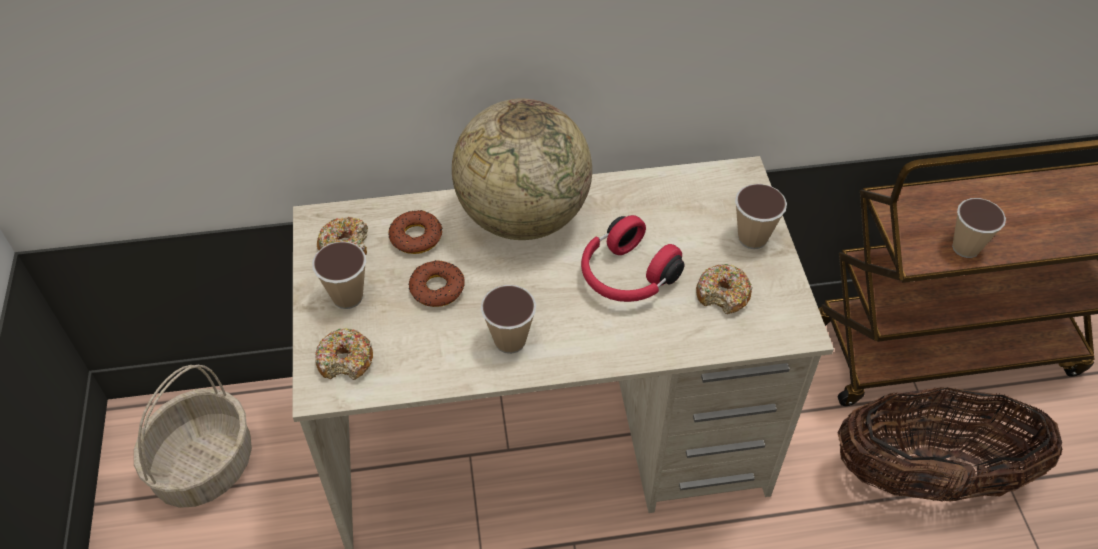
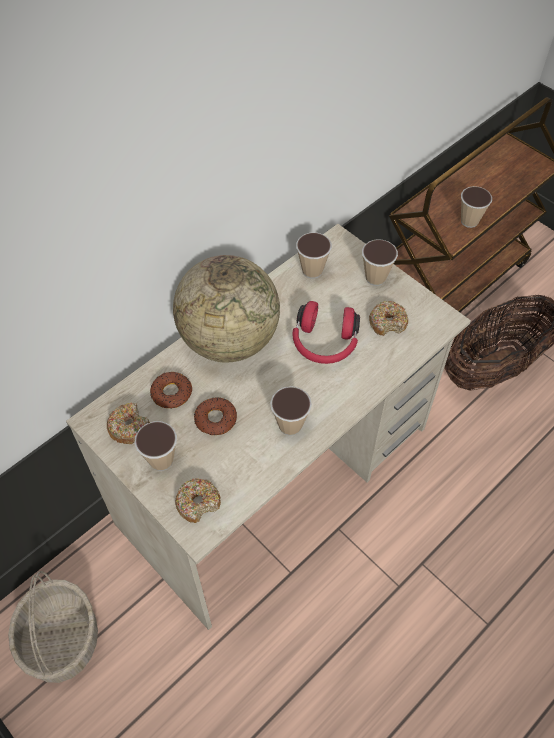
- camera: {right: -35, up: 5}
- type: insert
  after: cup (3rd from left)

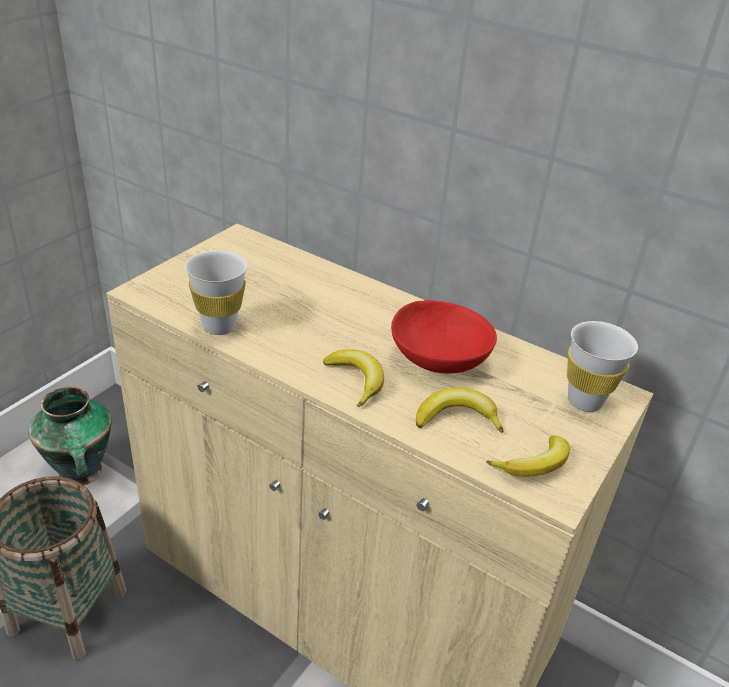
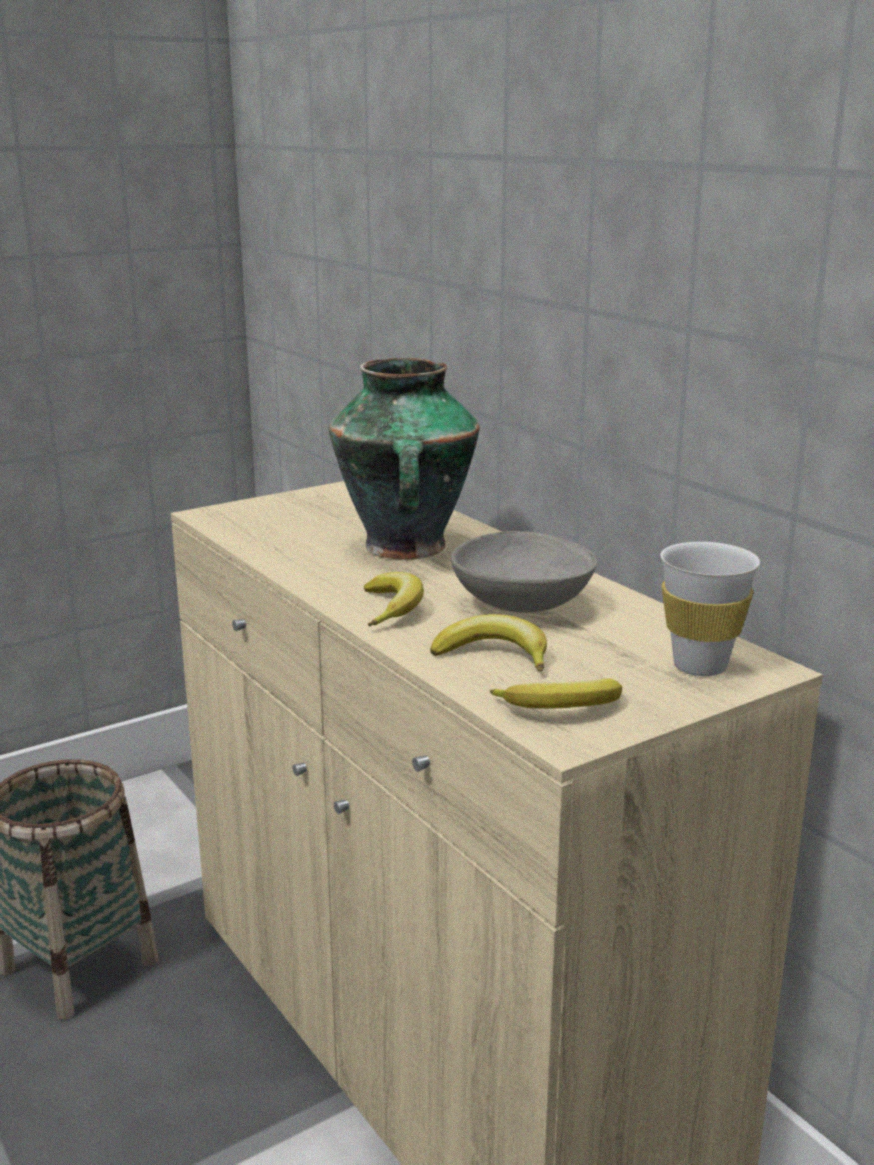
- camera: {right: 25, up: -15}
- type: move
  before: vase
- type: delete
  before: cup in white (1st from left)
- type: recolor
  before: bowl in red
  after: bowl in grey

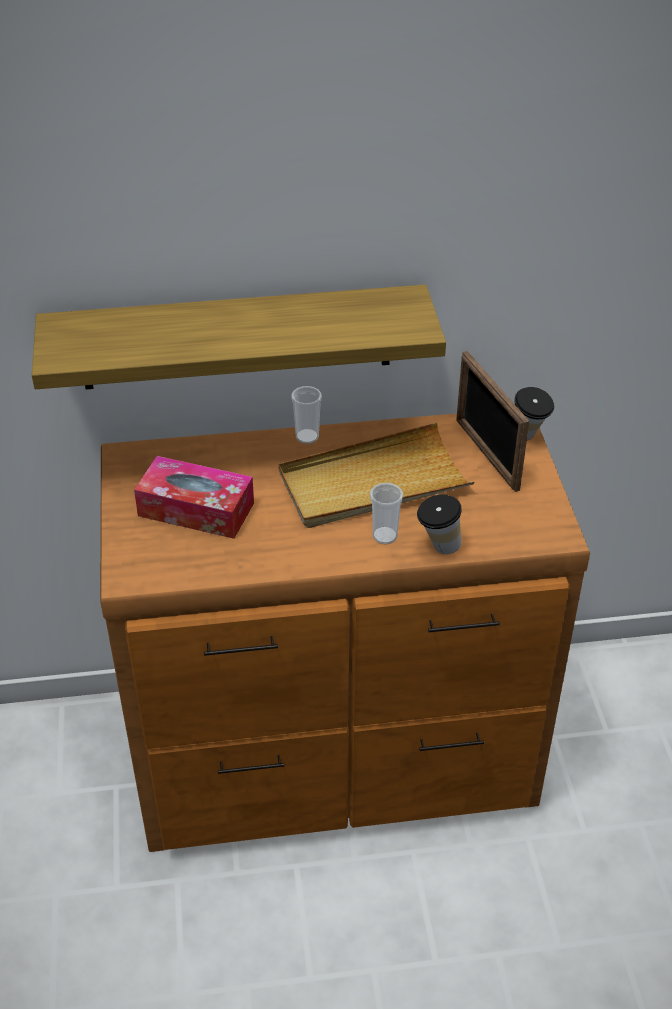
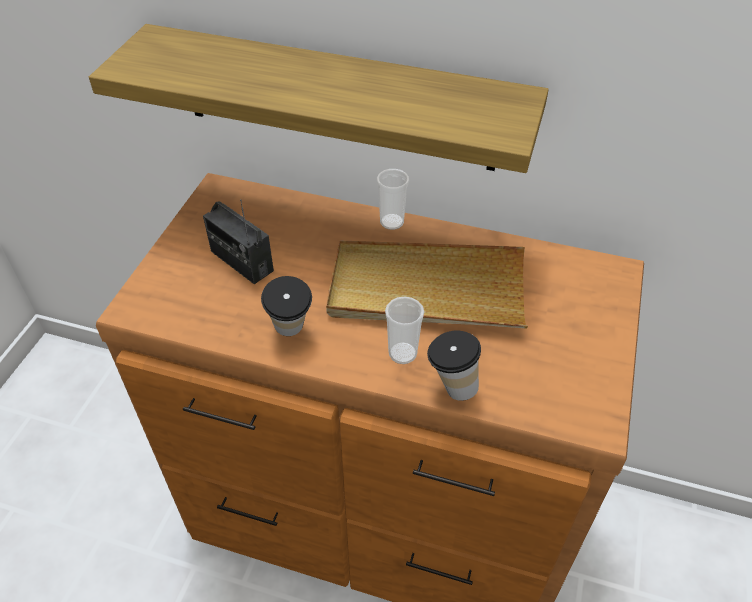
- camera: {right: 25, up: 5}
- type: replace
  before: tissue box
  after: radio
- type: delete
  before: picture frame
- type: move
  before: cup (4th from left in the first image)
  after: cup (1st from left)

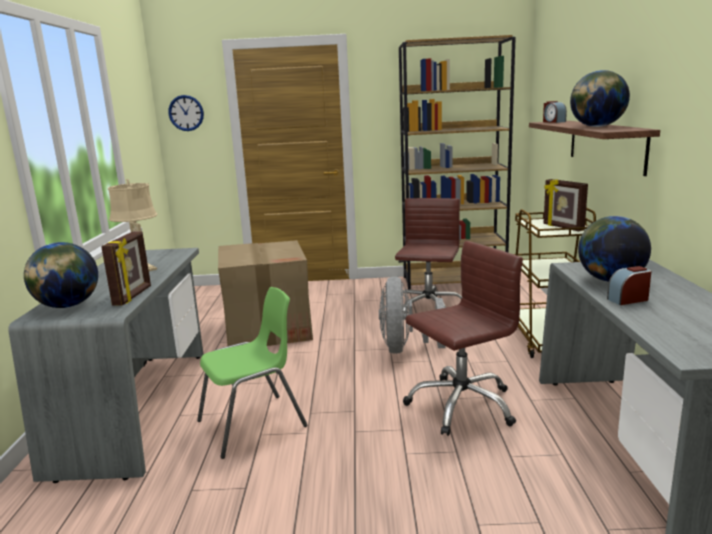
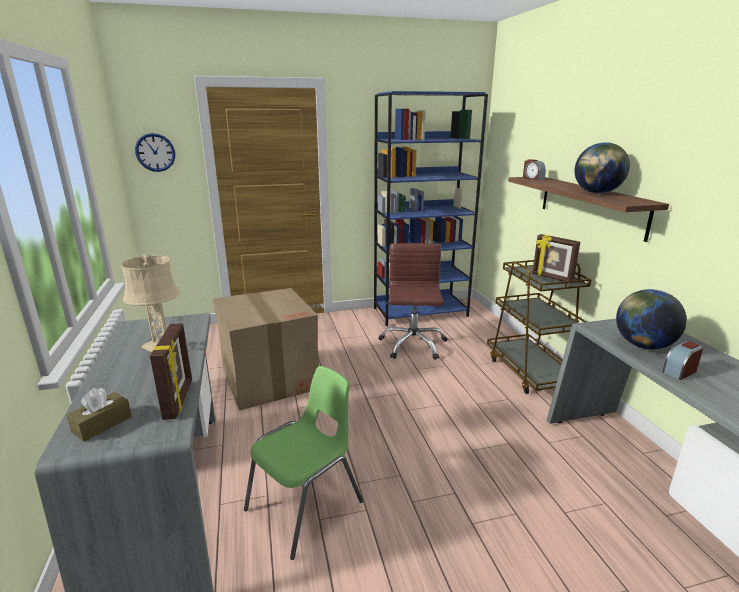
- camera: {right: -15, up: 5}
- type: replace
  before: globe (1st from left)
  after: tissue box in brown
- type: delete
  before: fan in grey
- type: recolor
  before: bookcase in brown
  after: bookcase in blue
- type: delete
  before: office chair in brown (2nd from left)

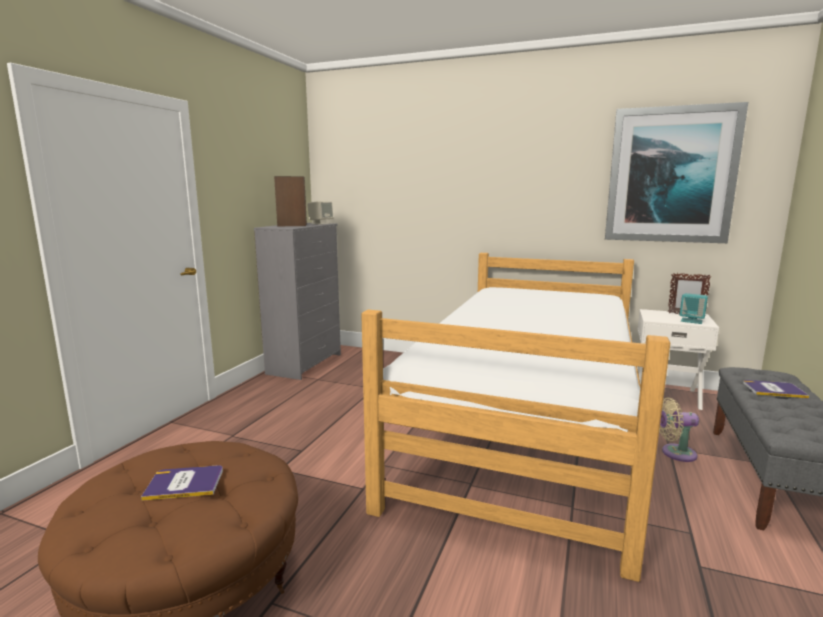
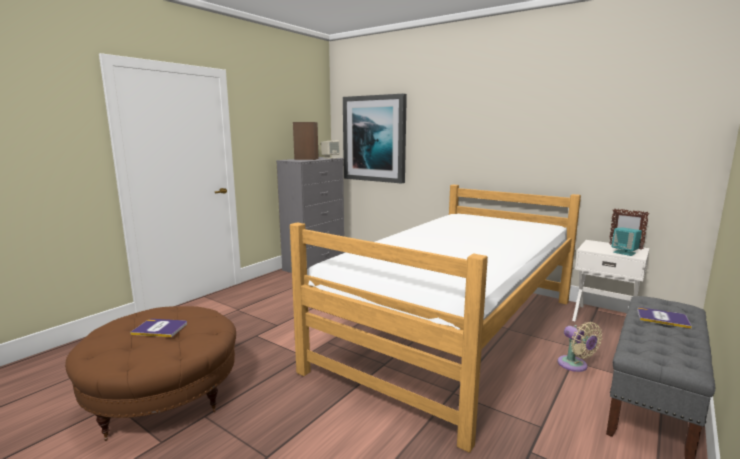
- camera: {right: 15, up: 0}
- type: move
  before: picture
- type: rotate
  before: fan in beige
  turn: -135

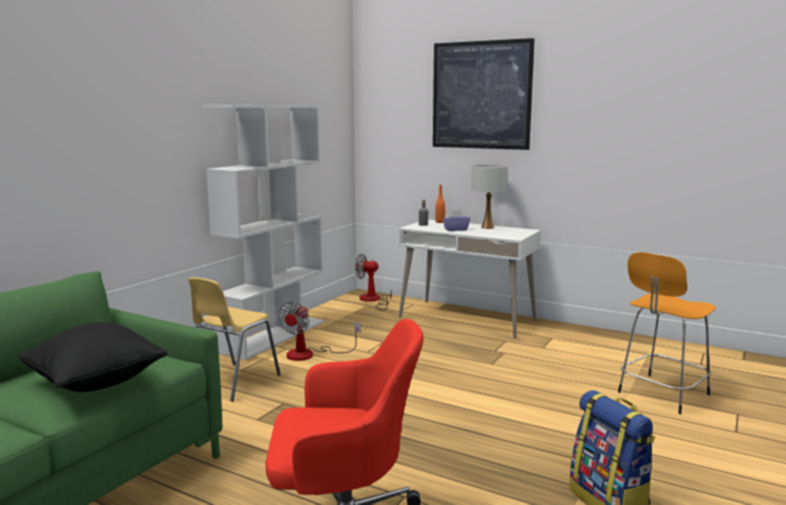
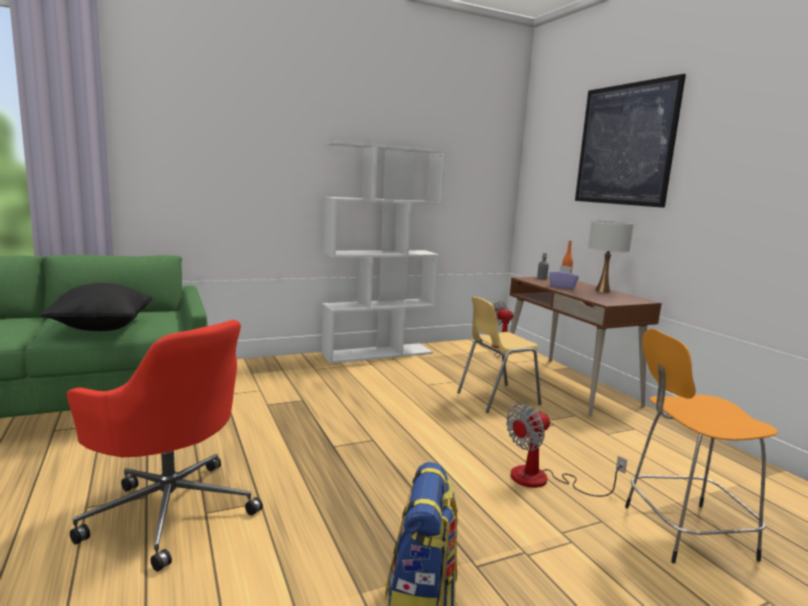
- camera: {right: 35, up: 0}
- type: move
  before: chair in yellow
- type: move
  before: fan (1st from left in the first image)
  after: fan (2nd from left)
- type: recolor
  before: desk in white
  after: desk in brown

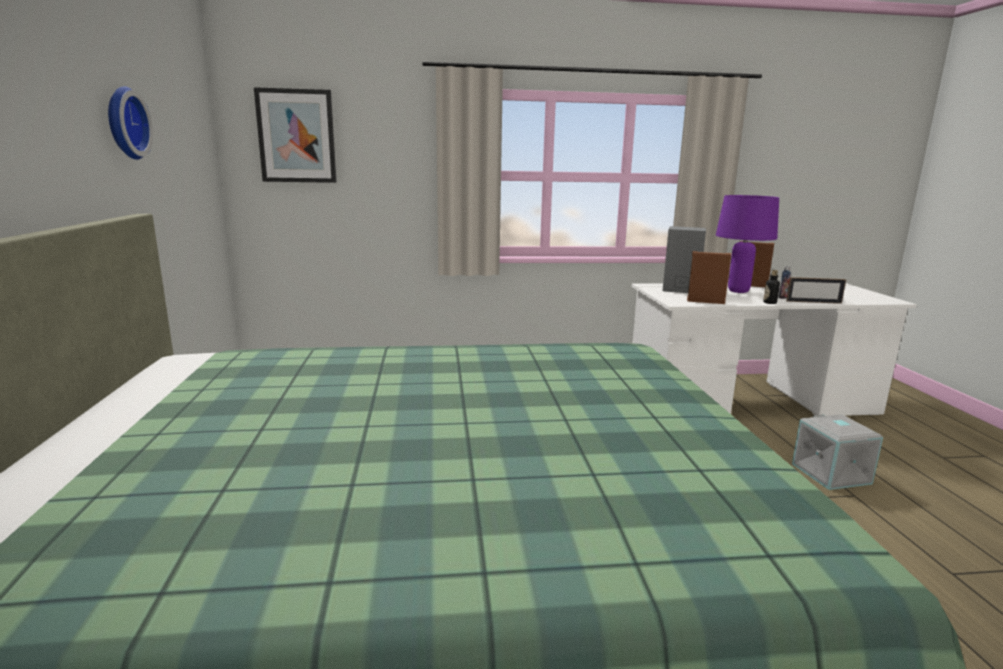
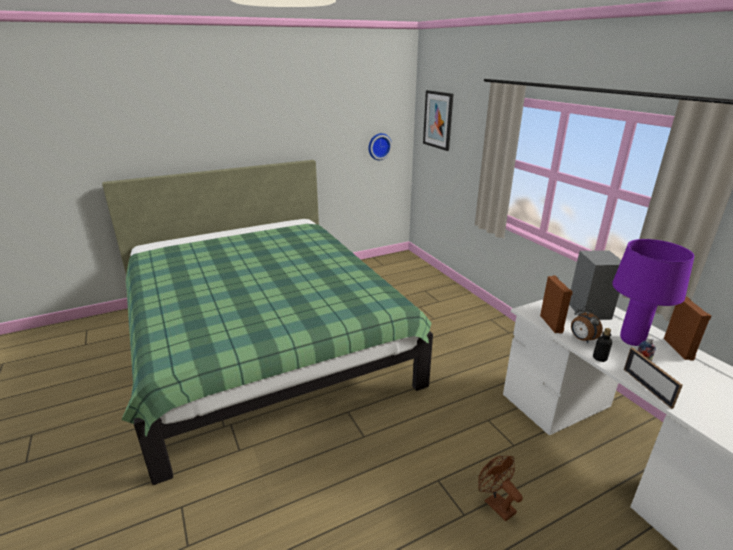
- camera: {right: 70, up: 10}
- type: move
  before: wall clock
- type: replace
  before: storage box in grey
  after: fan in brown
- type: insert
  after: alarm clock

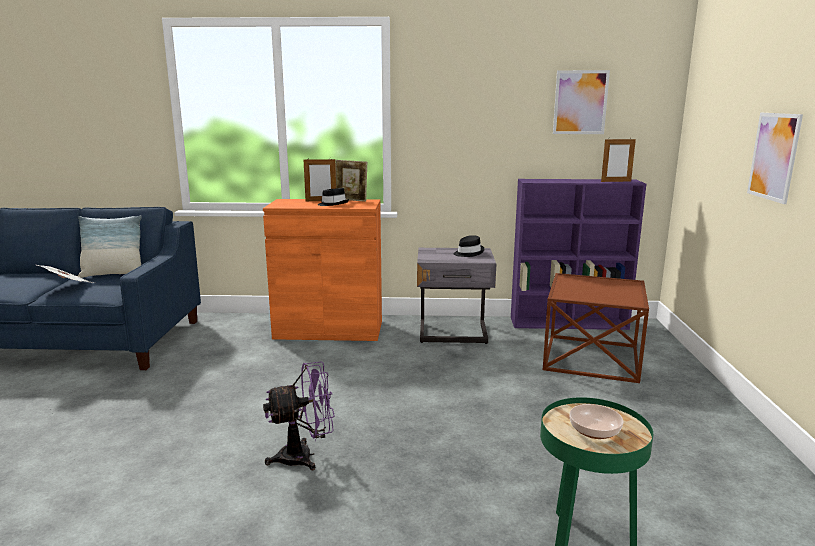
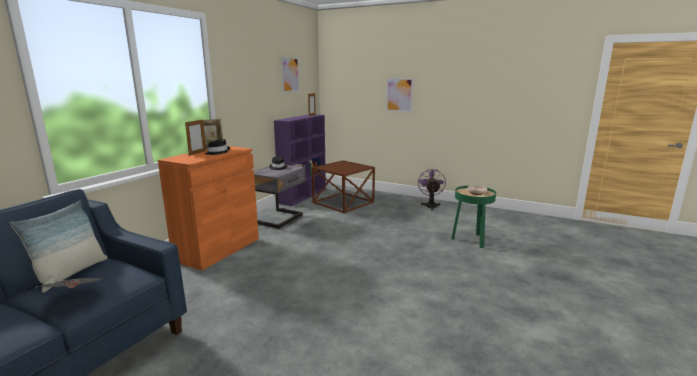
- camera: {right: -65, up: 0}
- type: move
  before: fan in purple

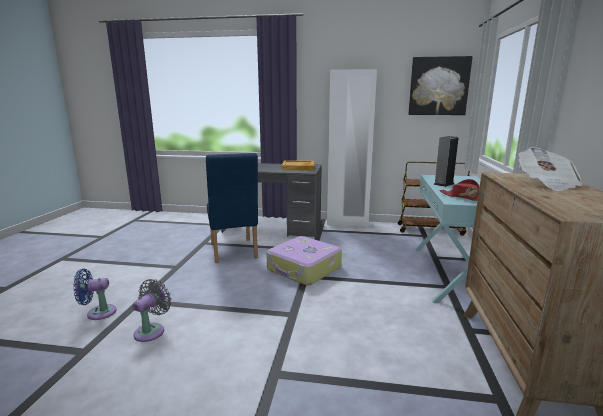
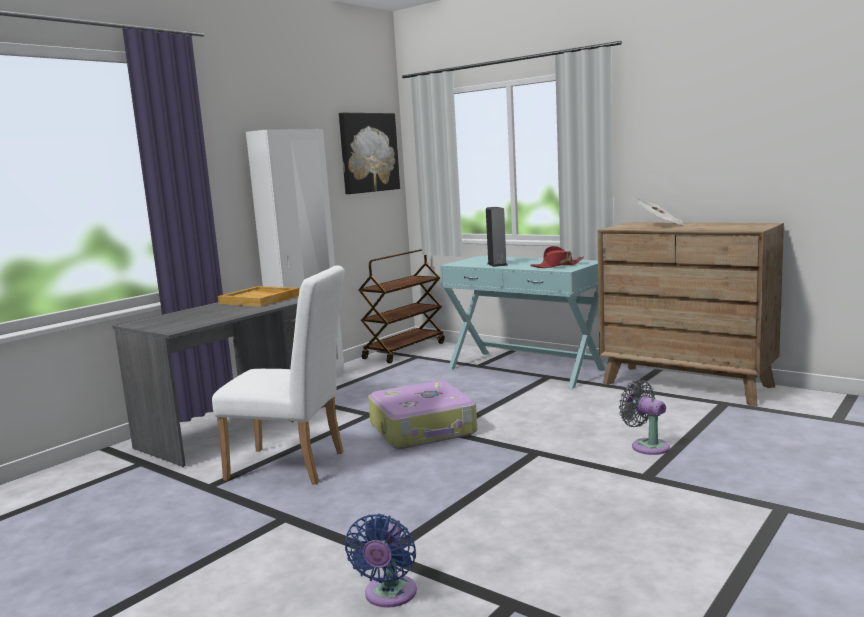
- camera: {right: -60, up: -5}
- type: move
  before: fan in grey
- type: recolor
  before: chair in blue
  after: chair in white

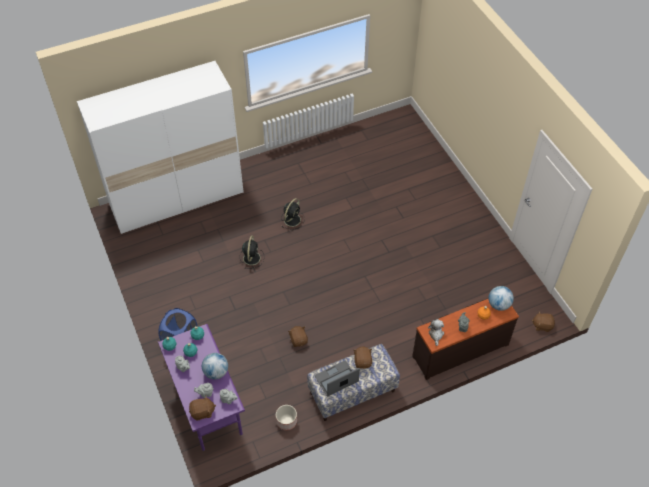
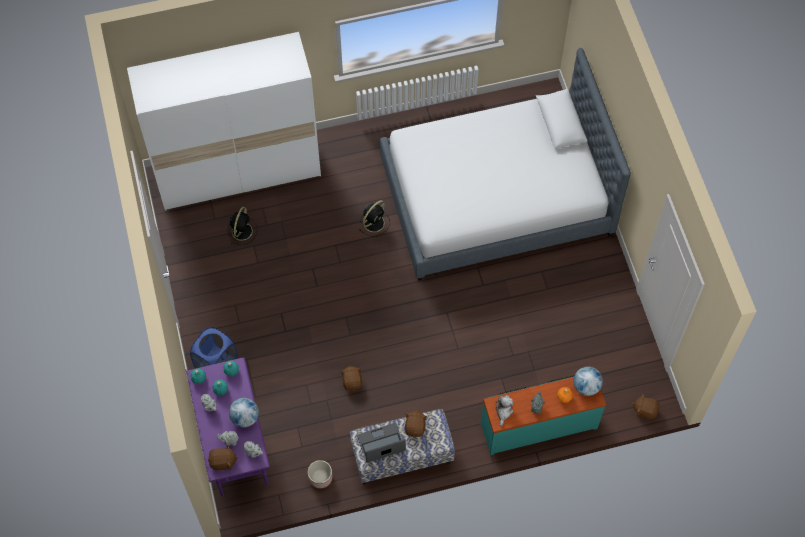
- camera: {right: 10, up: 10}
- type: move
  before: fan in black (1st from left)
- type: recolor
  before: dresser in brown
  after: dresser in turquoise
- type: insert
  after: bed

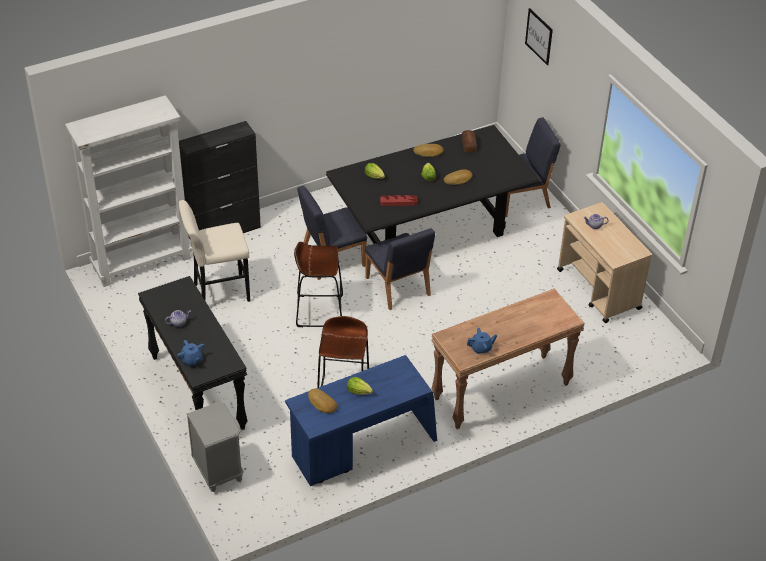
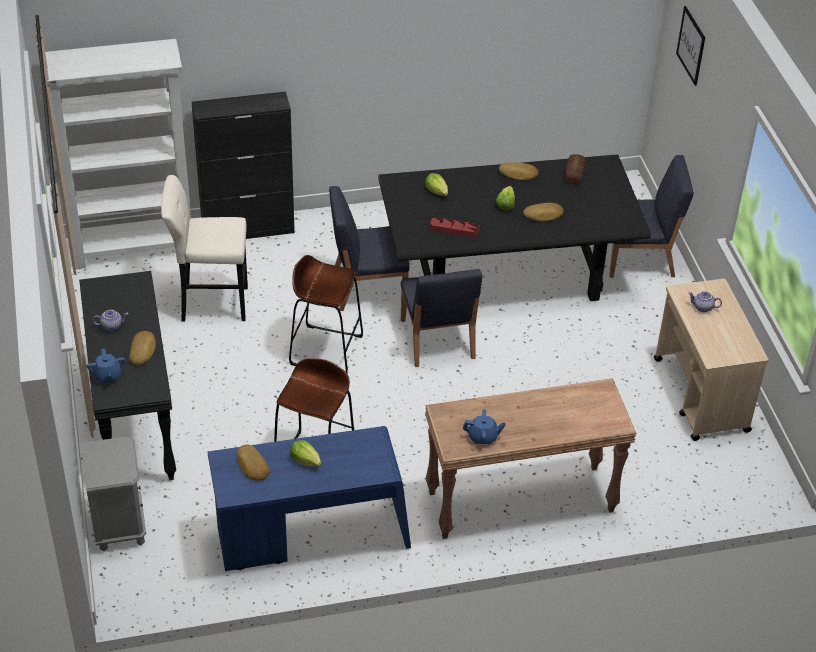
- camera: {right: 15, up: 0}
- type: insert
  after: bread (1st from left)

